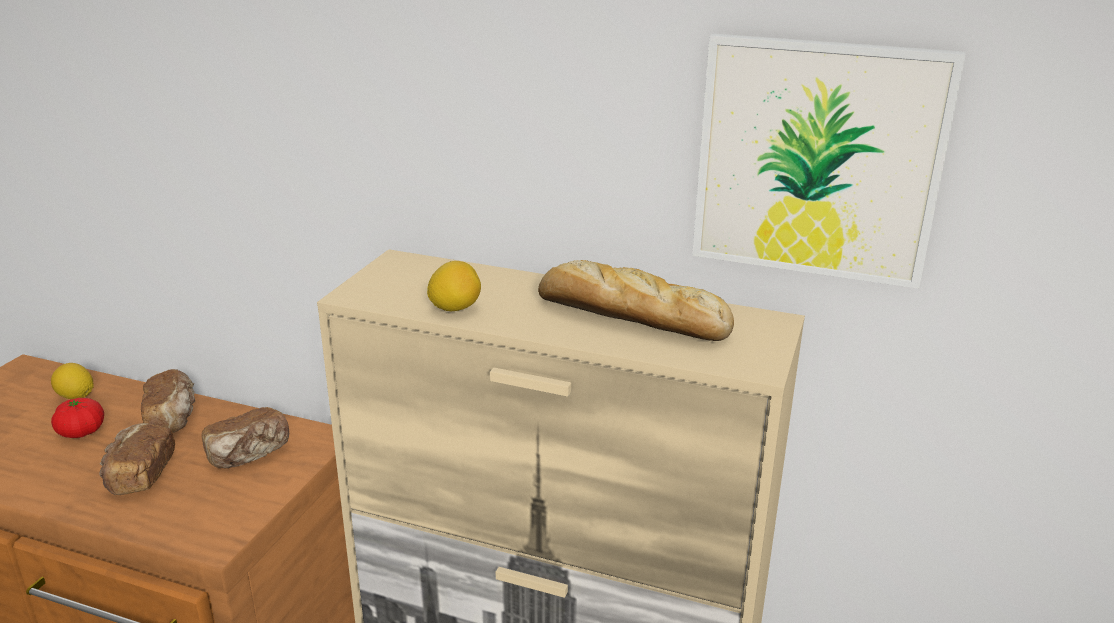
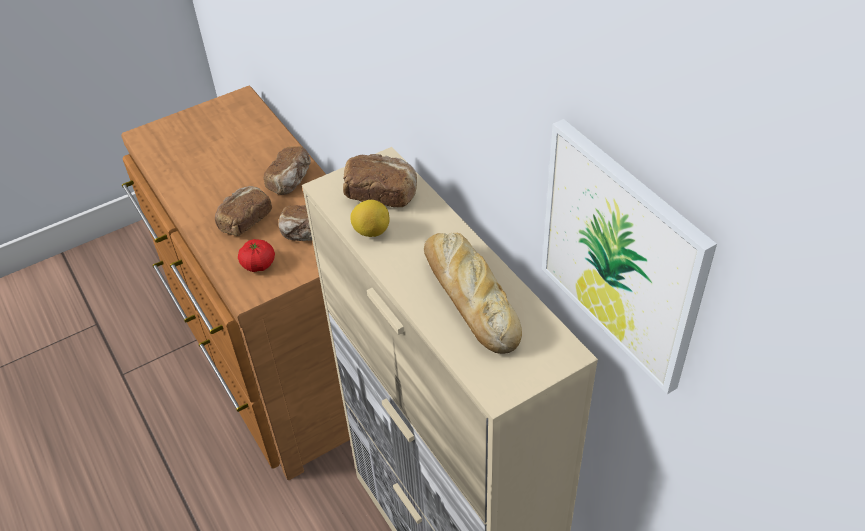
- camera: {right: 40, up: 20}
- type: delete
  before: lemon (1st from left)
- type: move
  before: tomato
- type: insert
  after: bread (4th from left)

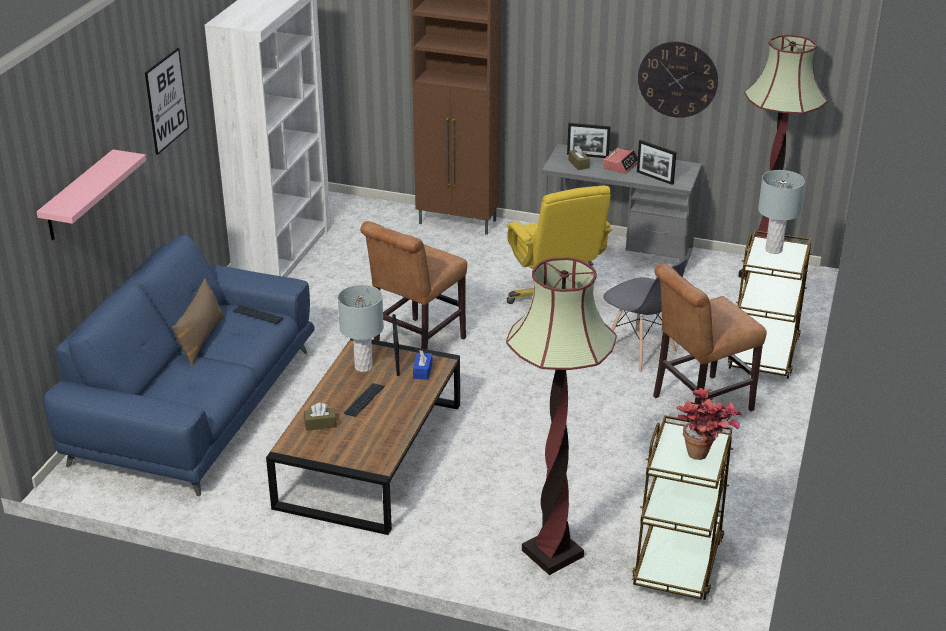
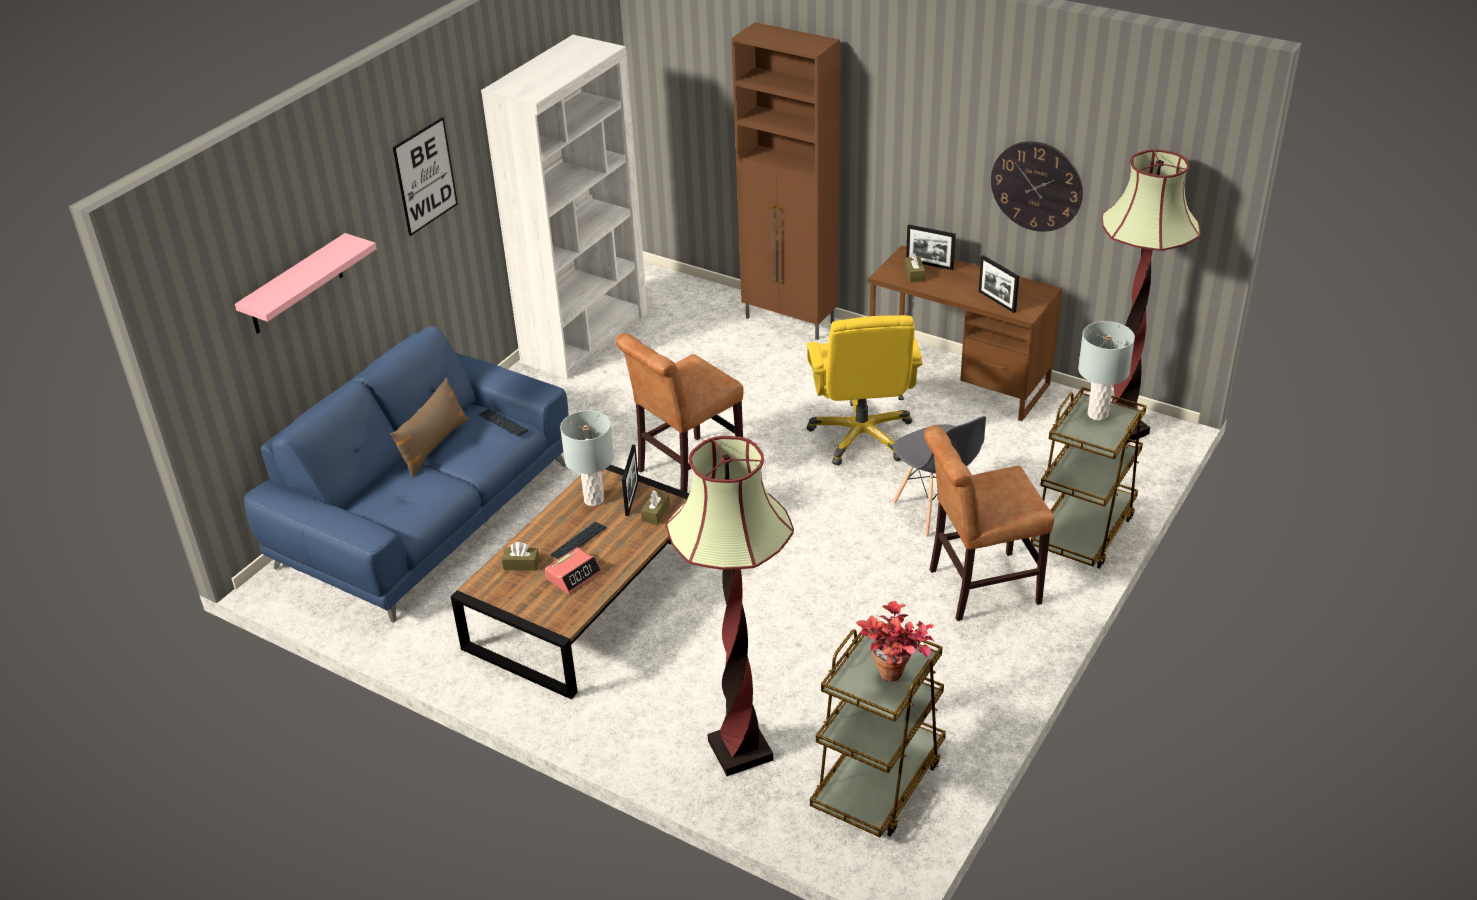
- camera: {right: 15, up: 5}
- type: recolor
  before: tissue box in blue
  after: tissue box in brown (2nd from left)
- type: recolor
  before: desk in grey
  after: desk in brown
- type: move
  before: alarm clock

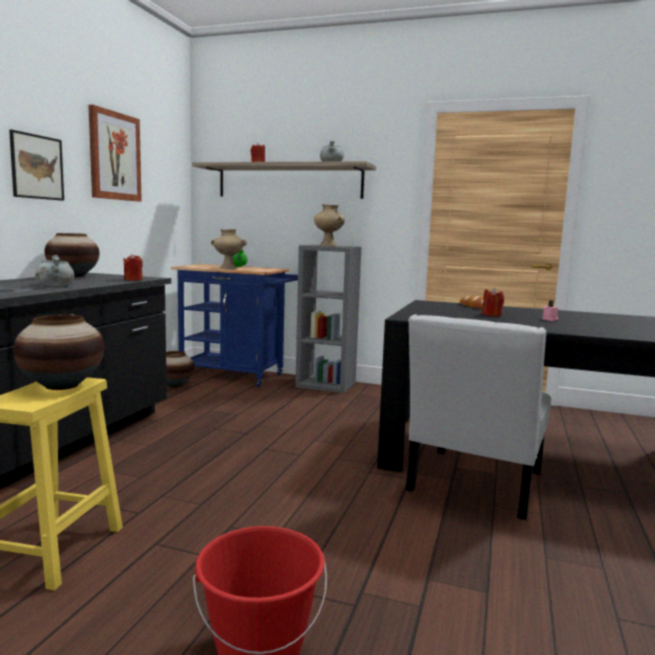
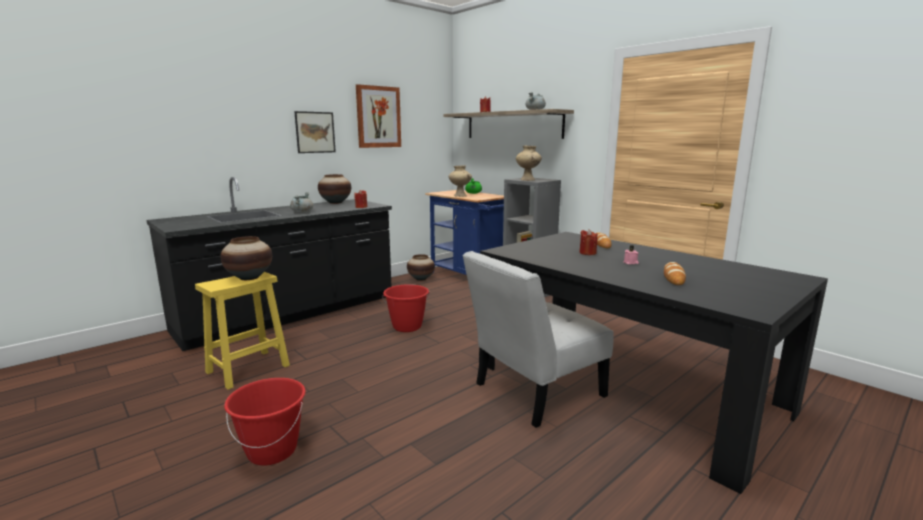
- camera: {right: 30, up: 5}
- type: insert
  after: bucket in red (2nd from left)
- type: insert
  after: bread (2nd from left)

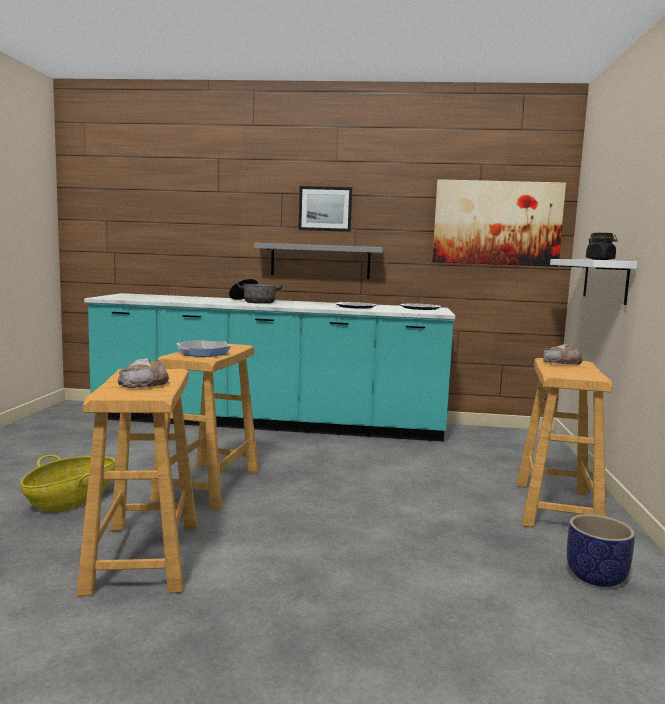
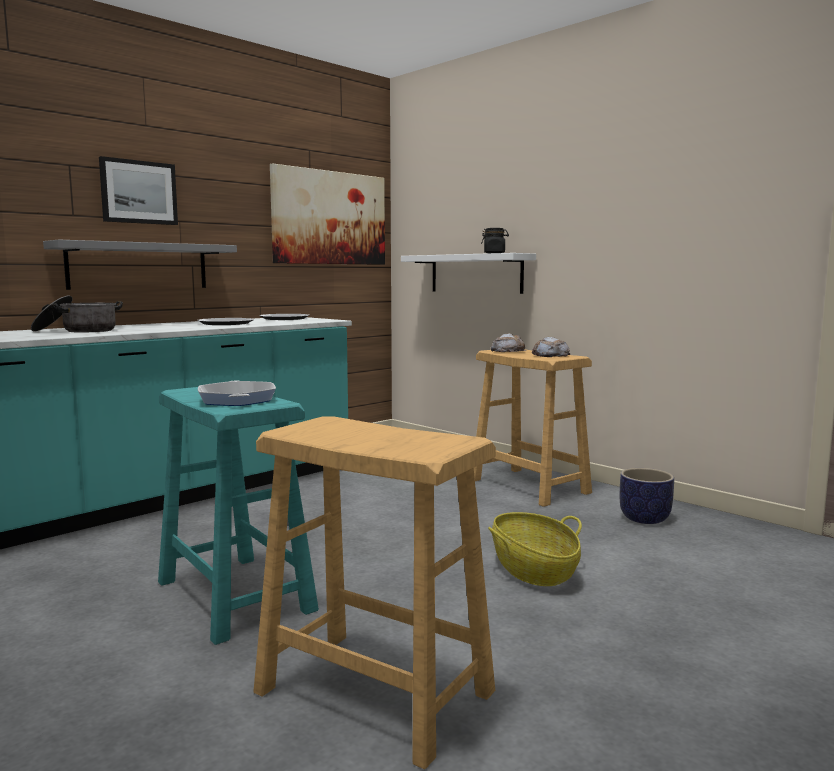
- camera: {right: -50, up: 0}
- type: move
  before: basket
- type: move
  before: bread (1st from left in the first image)
  after: bread (2nd from left)
- type: recolor
  before: stool in beige (2nd from left)
  after: stool in turquoise

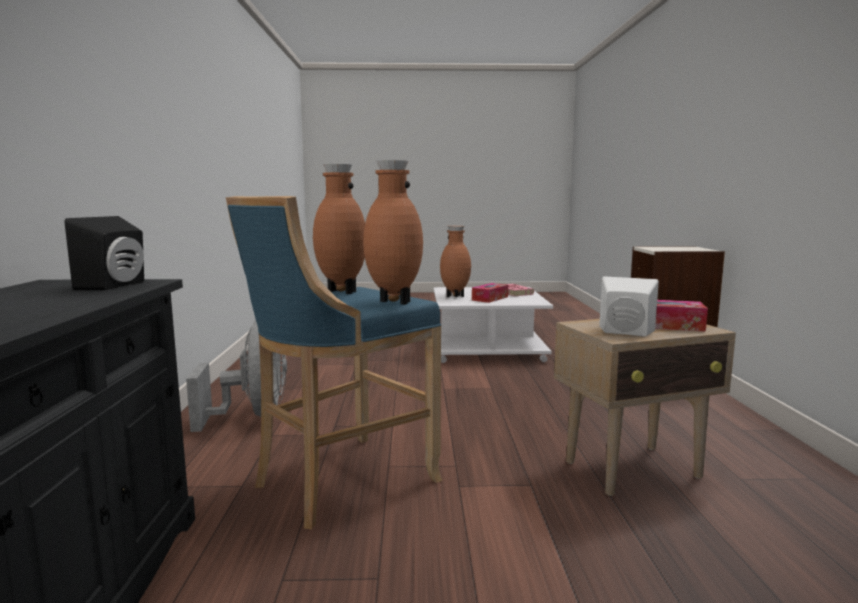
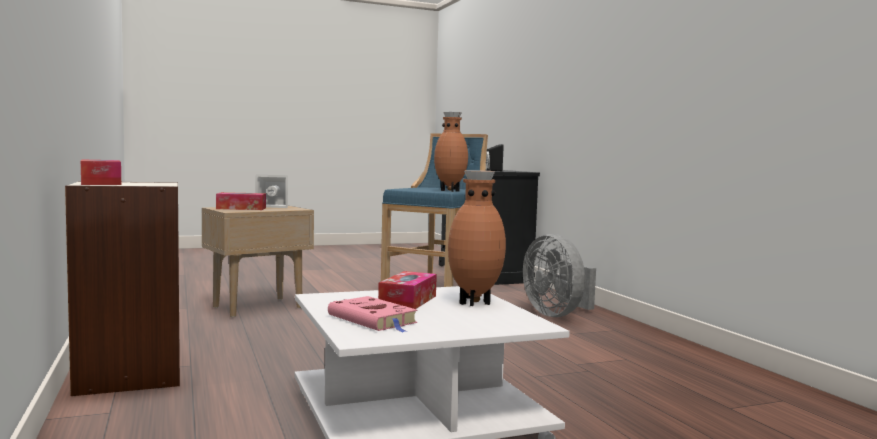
- camera: {right: 160, up: -5}
- type: delete
  before: vase in brown (2nd from left)
- type: insert
  after: tissue box (1st from left)

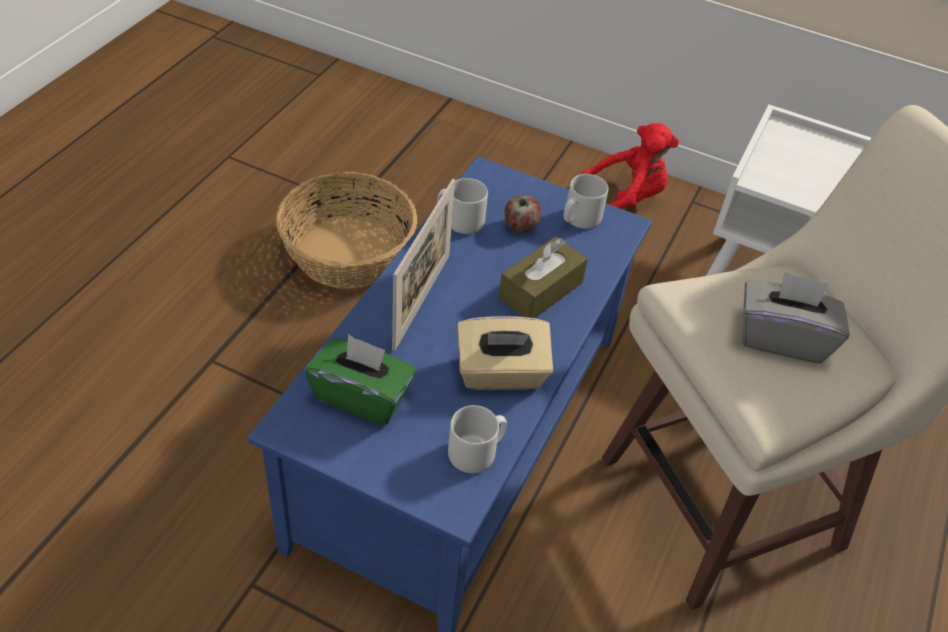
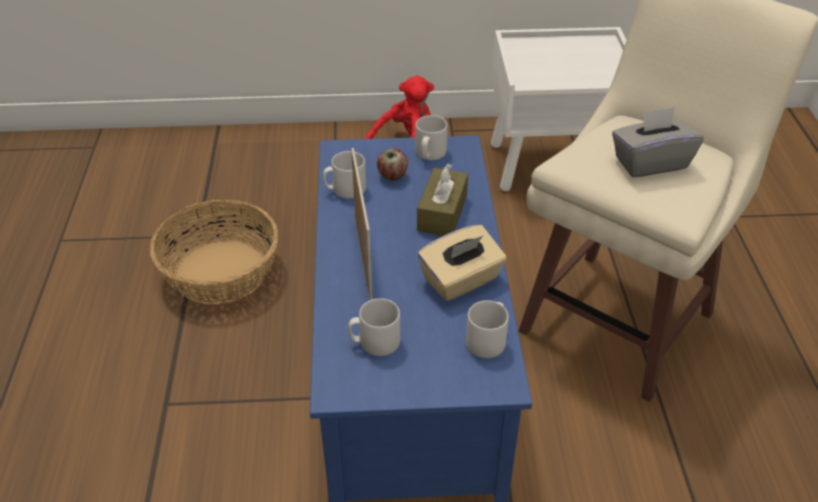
- camera: {right: -25, up: -5}
- type: replace
  before: tissue box in green
  after: mug in grey (2nd from left)

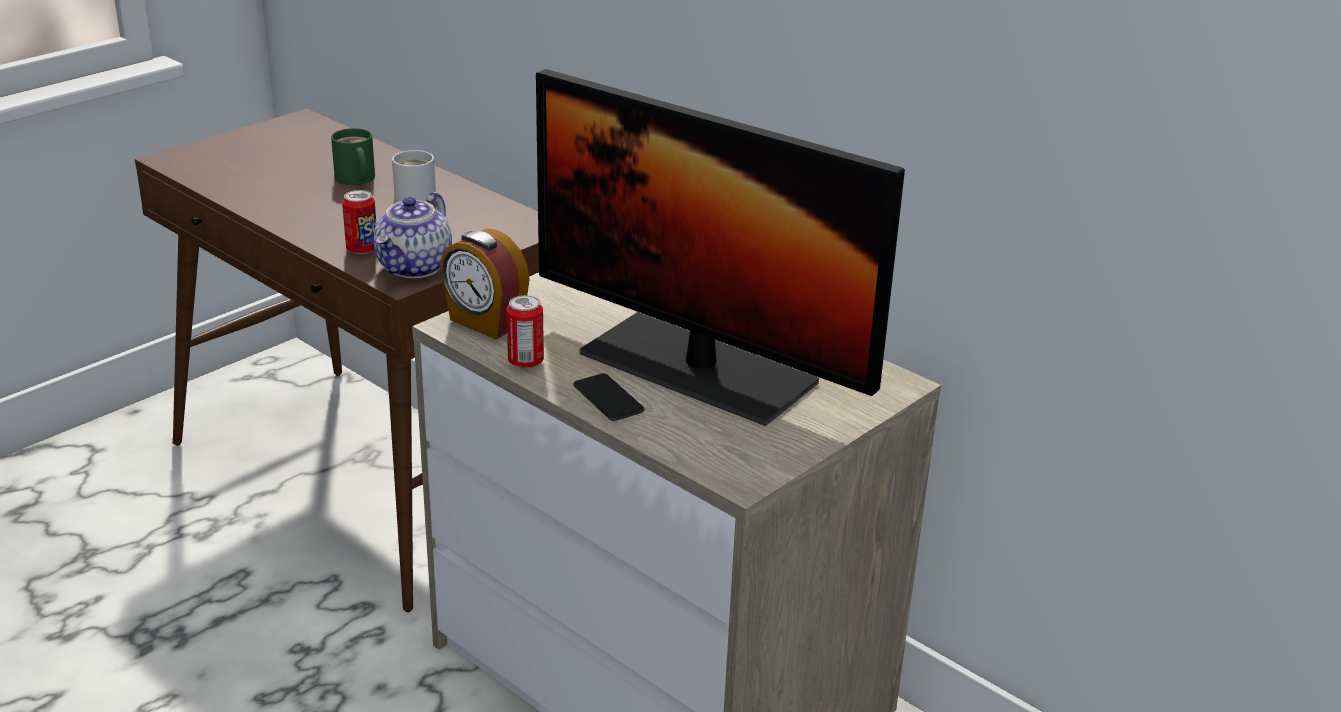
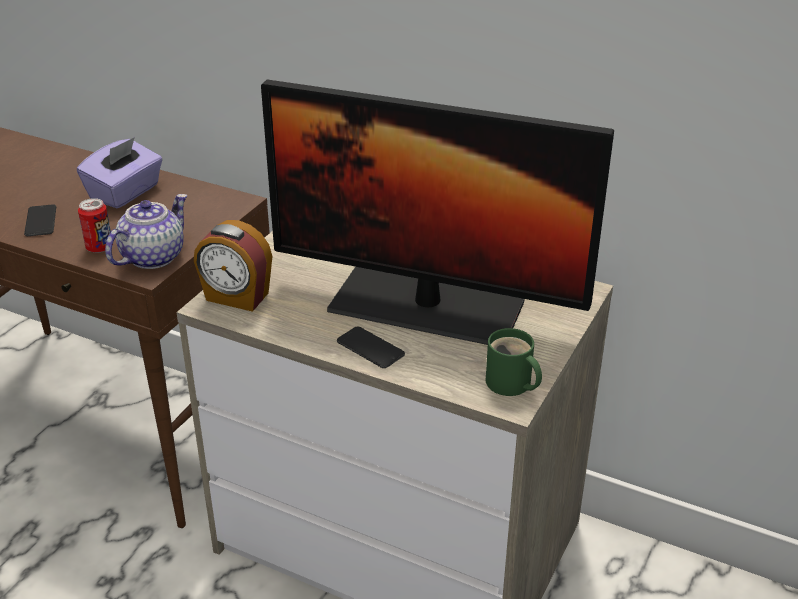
- camera: {right: -15, up: 5}
- type: move
  before: mug in green
- type: rotate
  before: teapot
  turn: -150
- type: replace
  before: mug in white
  after: tissue box in purple
- type: delete
  before: can (2nd from left)
- type: insert
  after: phone (1st from left)

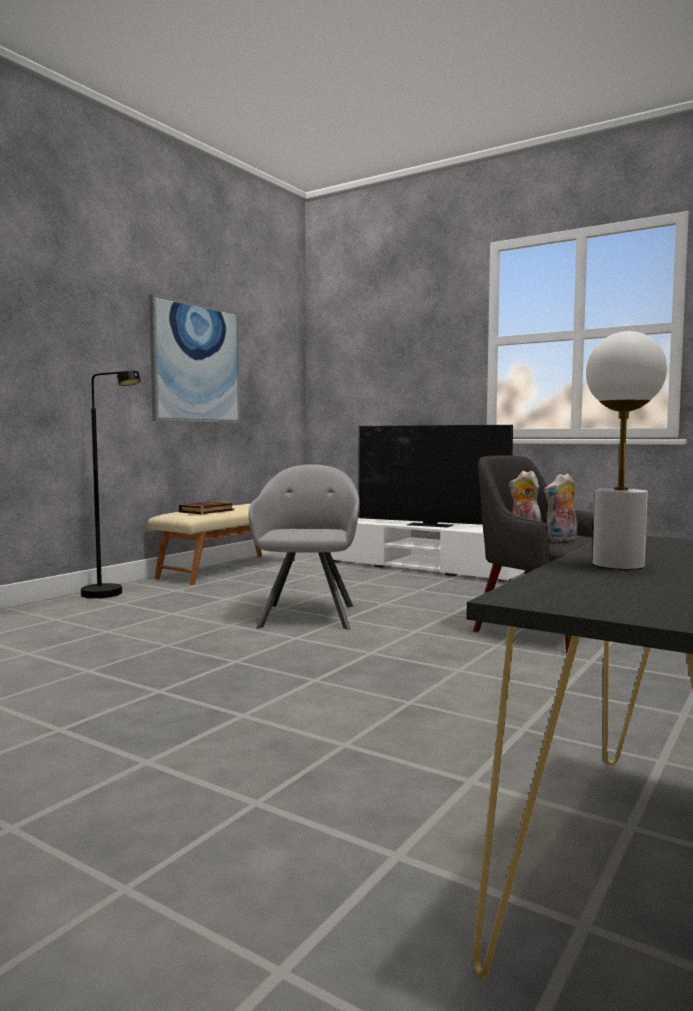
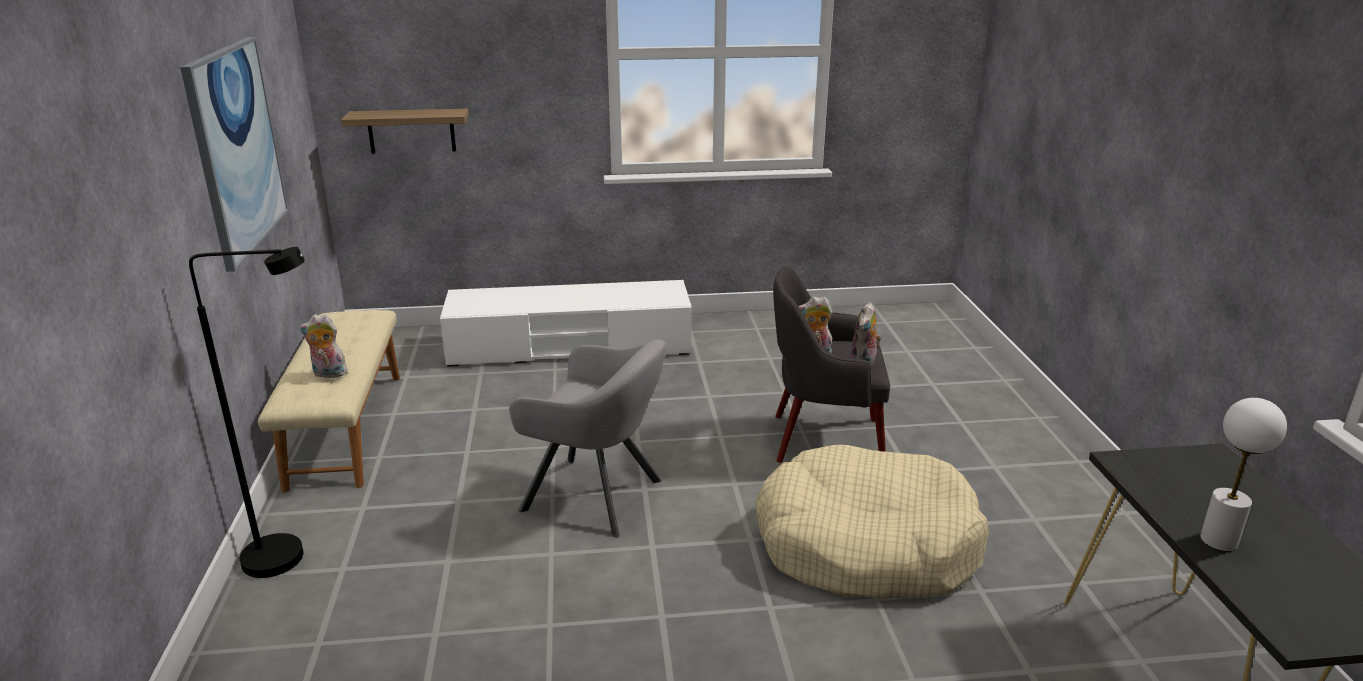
- camera: {right: -40, up: 20}
- type: replace
  before: book
  after: plush toy (1st from left)
- type: rotate
  before: armchair in grey (1st from left)
  turn: 150
- type: delete
  before: television
- type: insert
  after: shelf
- type: insert
  after: dog bed in beige

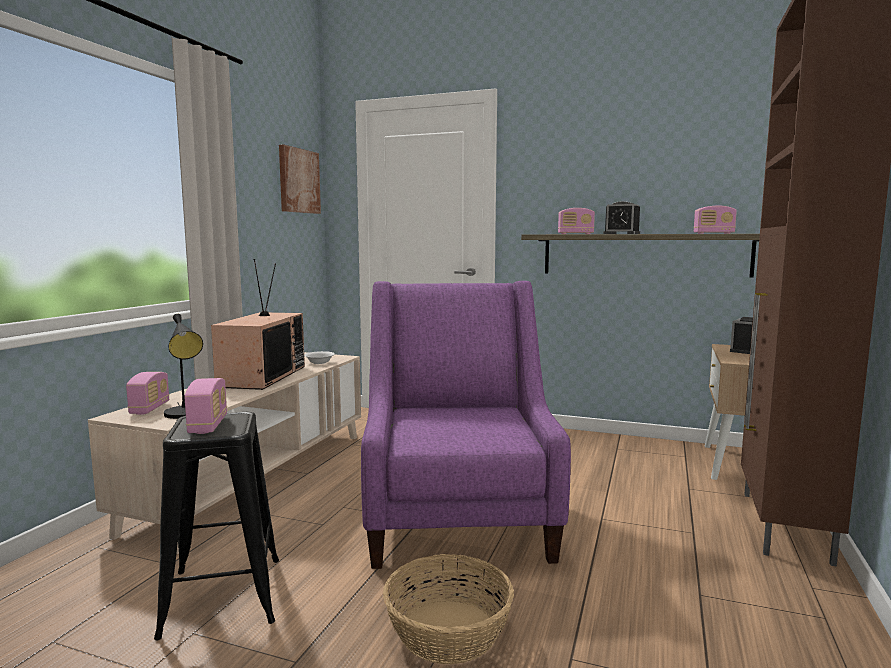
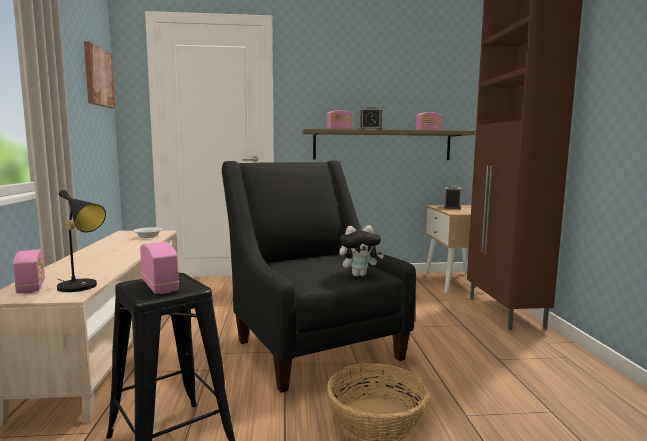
- camera: {right: -25, up: 0}
- type: delete
  before: television
- type: recolor
  before: armchair in purple
  after: armchair in black
- type: insert
  after: plush toy

